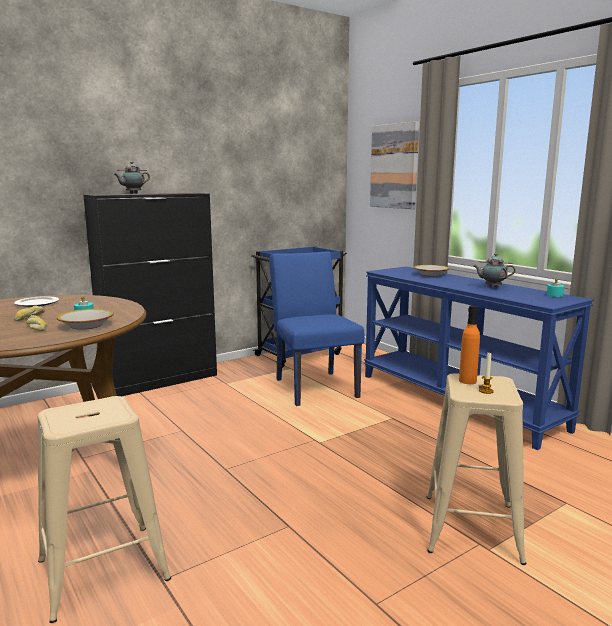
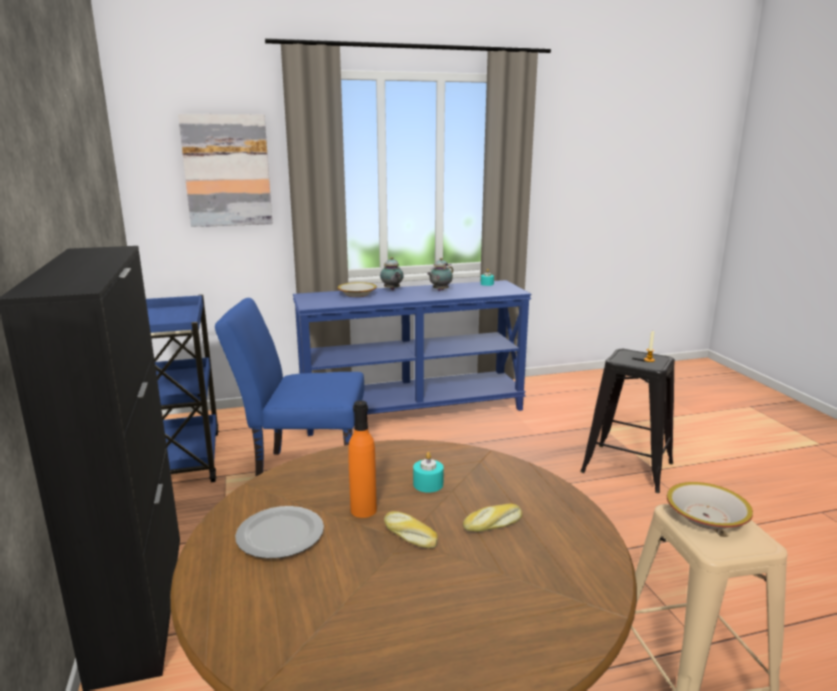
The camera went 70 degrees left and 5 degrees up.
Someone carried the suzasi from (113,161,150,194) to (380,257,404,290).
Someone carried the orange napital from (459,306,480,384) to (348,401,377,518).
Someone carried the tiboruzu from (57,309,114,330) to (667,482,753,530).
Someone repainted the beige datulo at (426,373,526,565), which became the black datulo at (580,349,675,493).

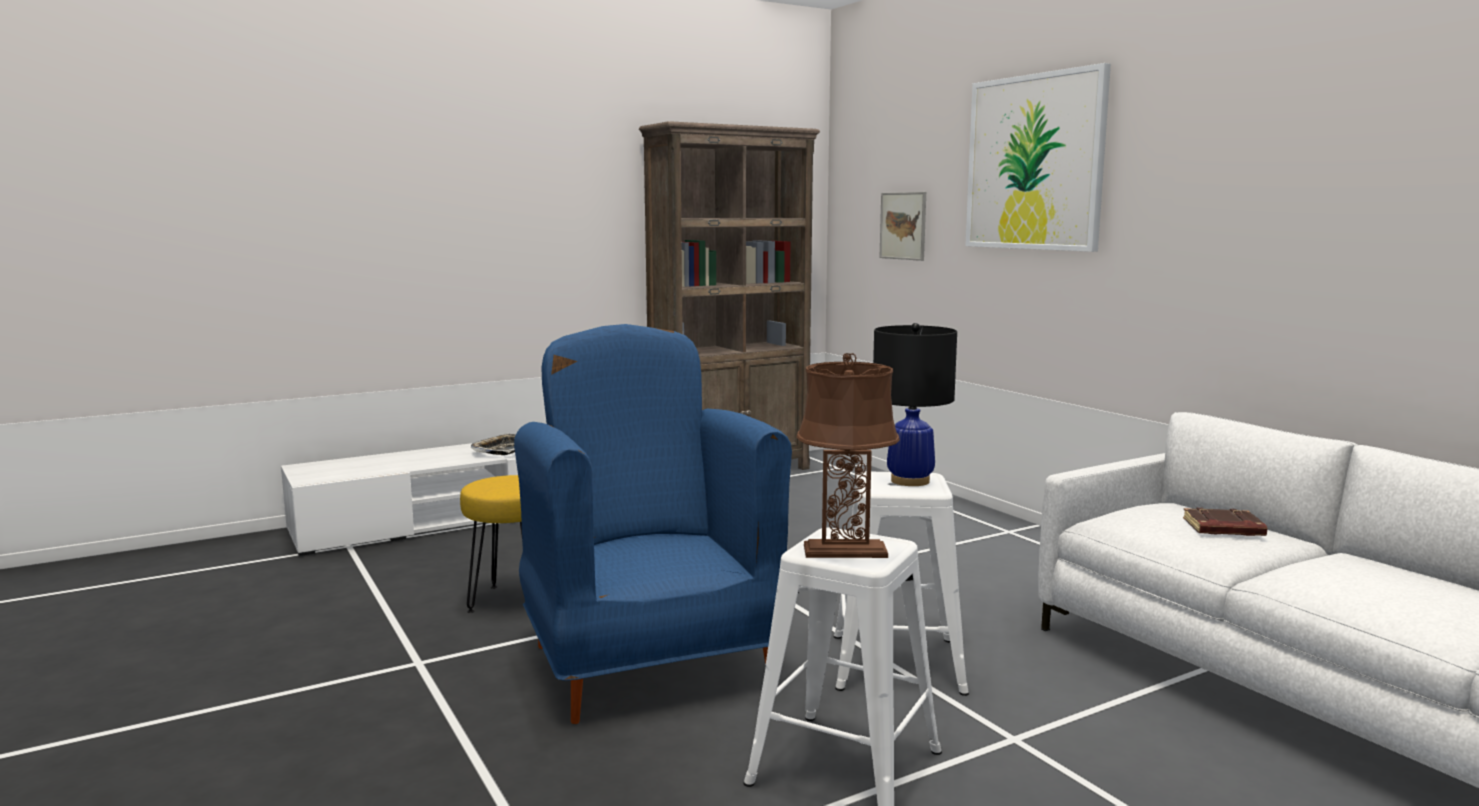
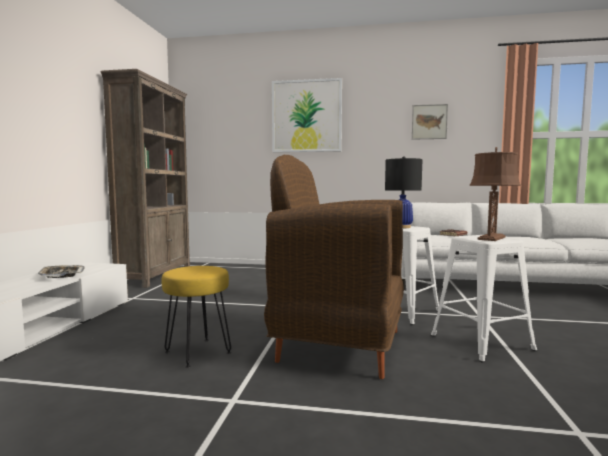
The camera went 50 degrees left and 5 degrees down.
Someone carried the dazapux from (879,192,926,261) to (412,104,448,140).
Someone repainted the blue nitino at (514,324,792,724), which became the brown nitino at (264,155,404,379).

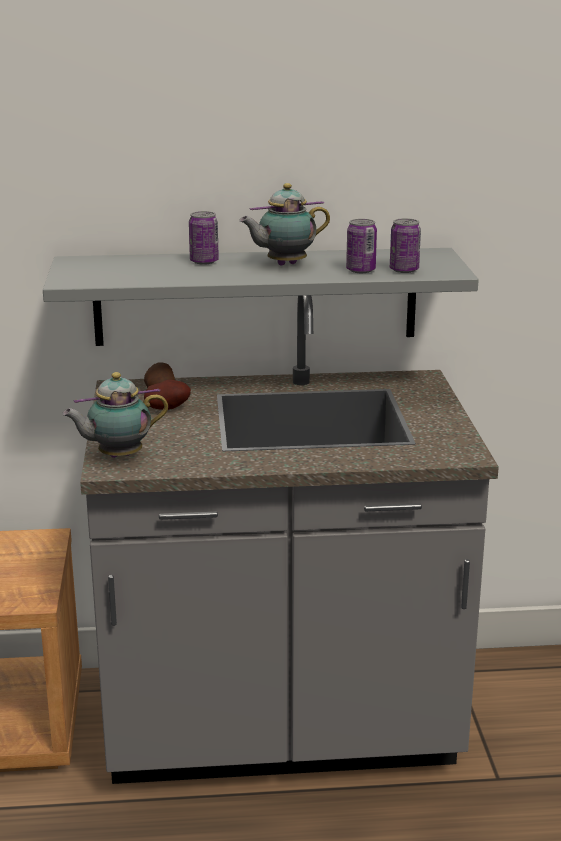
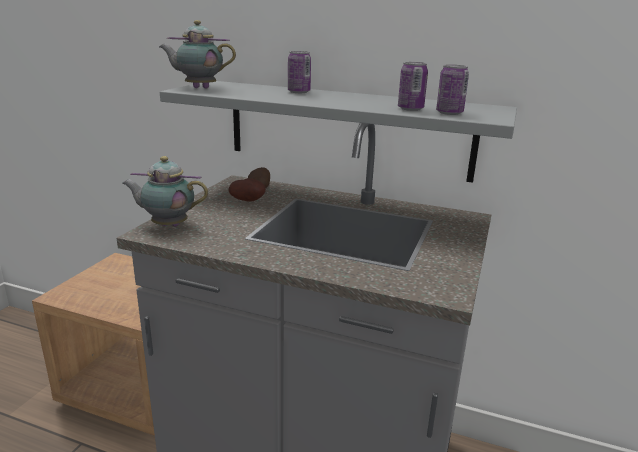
The camera went 25 degrees right and 0 degrees up.
Someone carried the suzasi from (239,183,330,266) to (159,20,236,89).

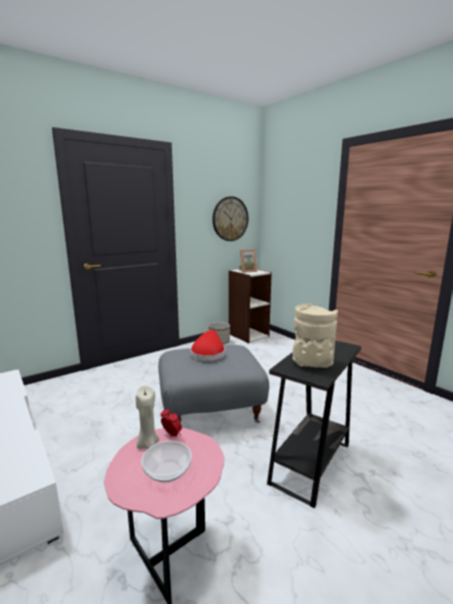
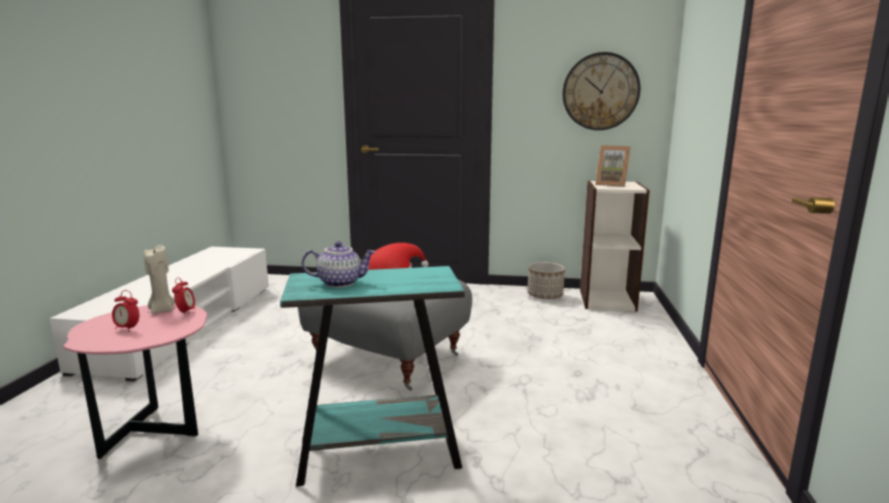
The camera went 45 degrees right and 0 degrees up.
Someone swapped the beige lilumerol at (292,304,338,368) for the suzasi at (302,241,376,288).
Someone repainted the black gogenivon at (267,341,361,508), which became the turquoise gogenivon at (280,266,465,486).
Someone swapped the tiboruzu at (141,441,192,482) for the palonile at (112,290,139,332).

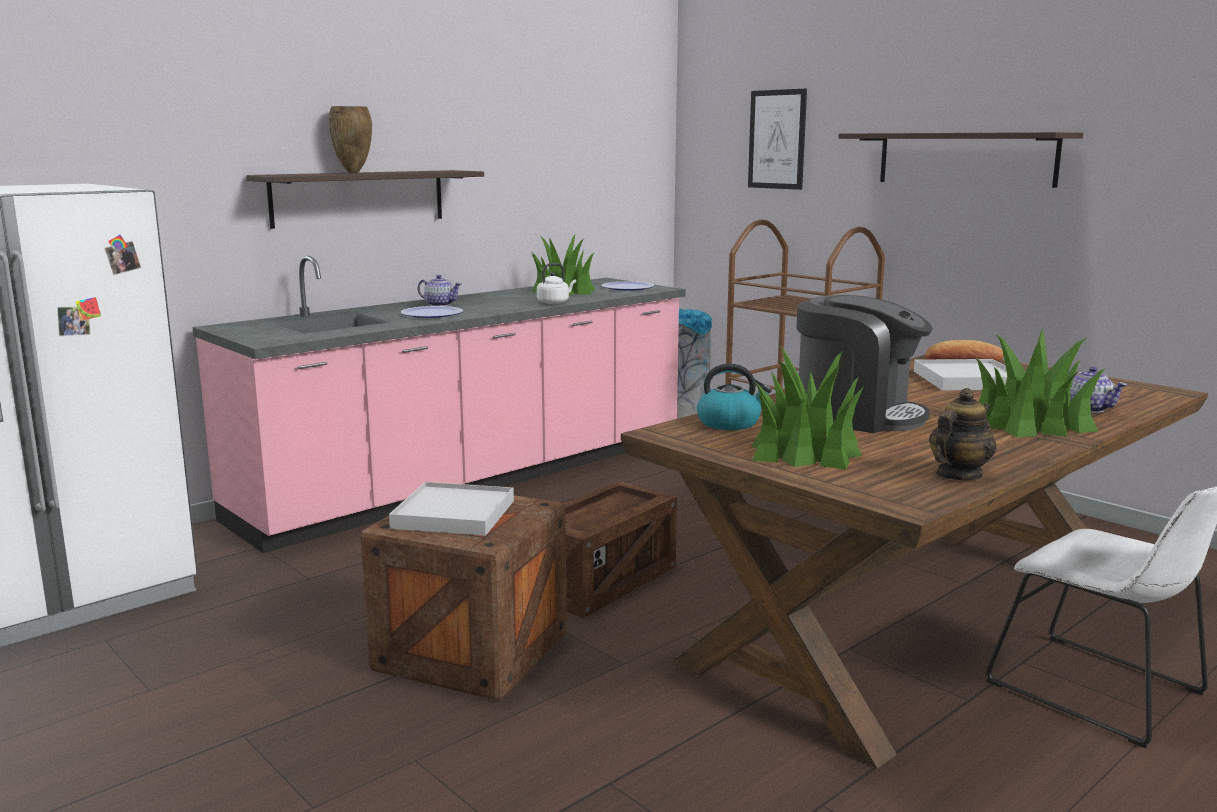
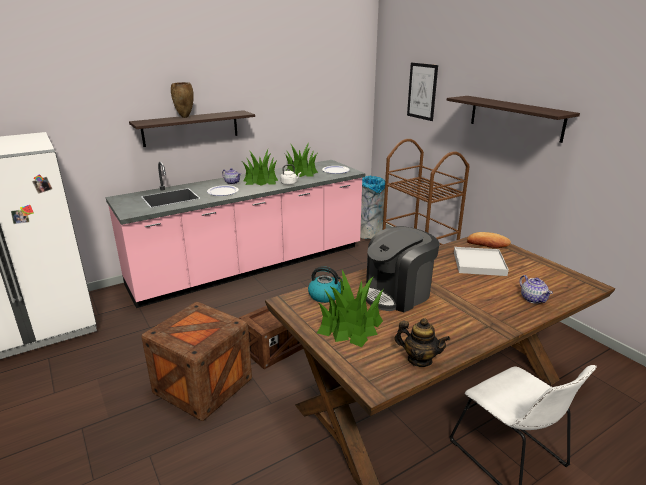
The camera went 10 degrees right and 10 degrees up.
Someone rotated the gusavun at (797,295,933,433) by 105 degrees clockwise.
Someone carried the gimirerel from (975,328,1106,437) to (243,150,278,186).
Someone rotated the suzasi at (929,388,997,480) by 60 degrees clockwise.
Someone took away the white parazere at (389,482,514,536).

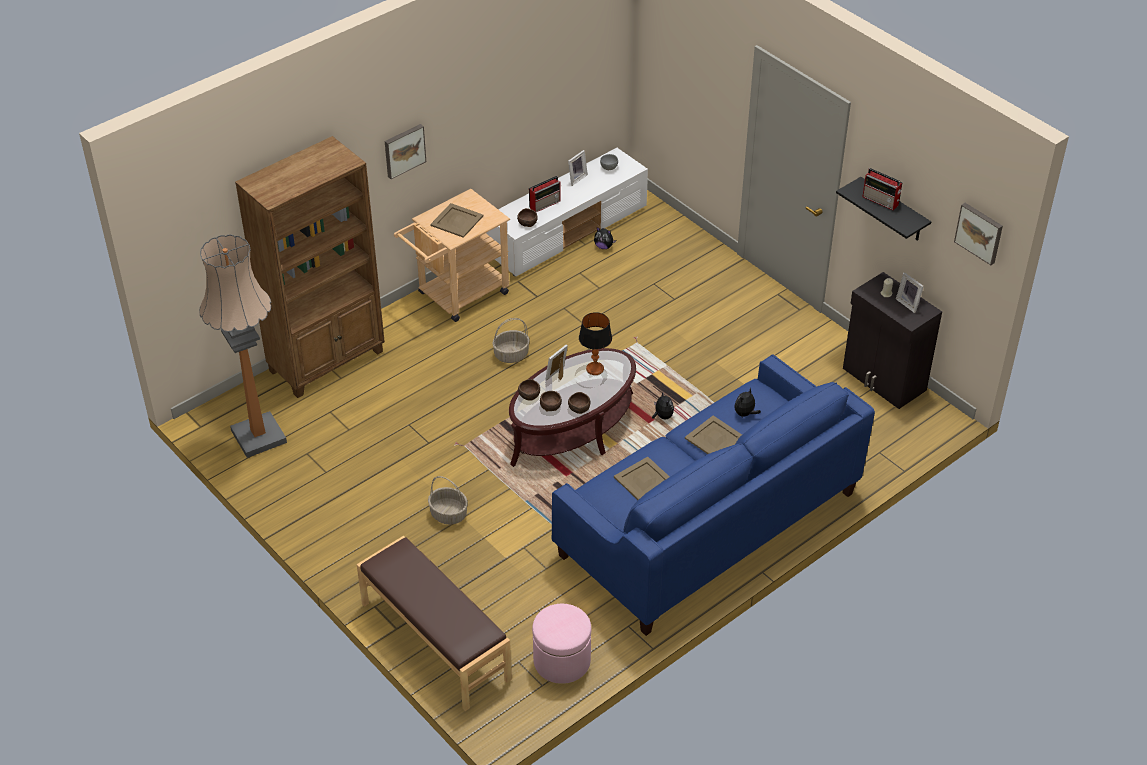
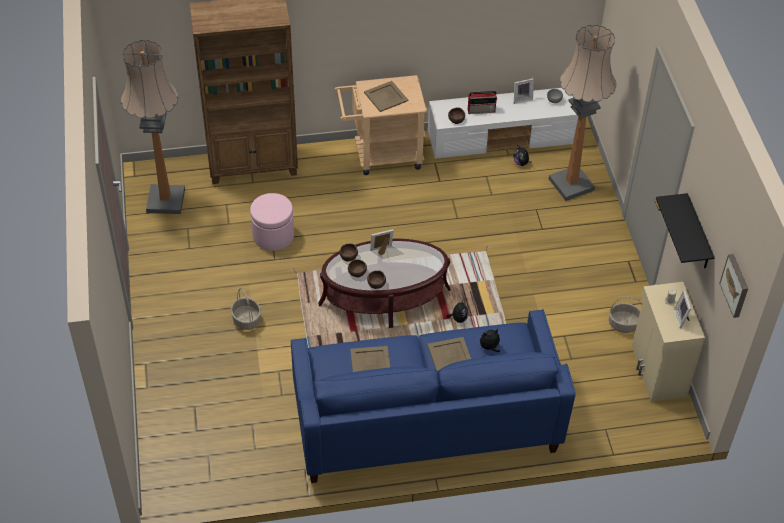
The camera went 30 degrees right and 5 degrees up.
Someone took away the dazapux at (385,124,426,179).
Someone took away the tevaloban at (862,168,903,210).
Someone repainted the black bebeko at (843,272,942,409), which became the beige bebeko at (632,282,705,401).
Someone took away the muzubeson at (579,312,612,375).
Someone carried the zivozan from (492,318,530,363) to (609,296,642,333).
Someone took away the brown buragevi at (357,536,512,711).
Someone carried the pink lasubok from (532,604,591,684) to (250,193,294,251).
Someone put down the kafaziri at (549,25,616,201).

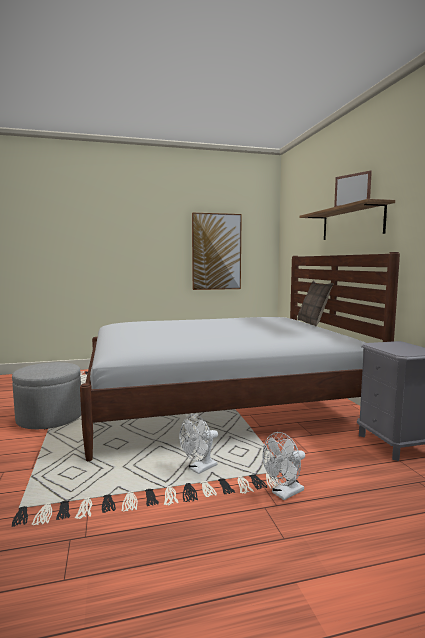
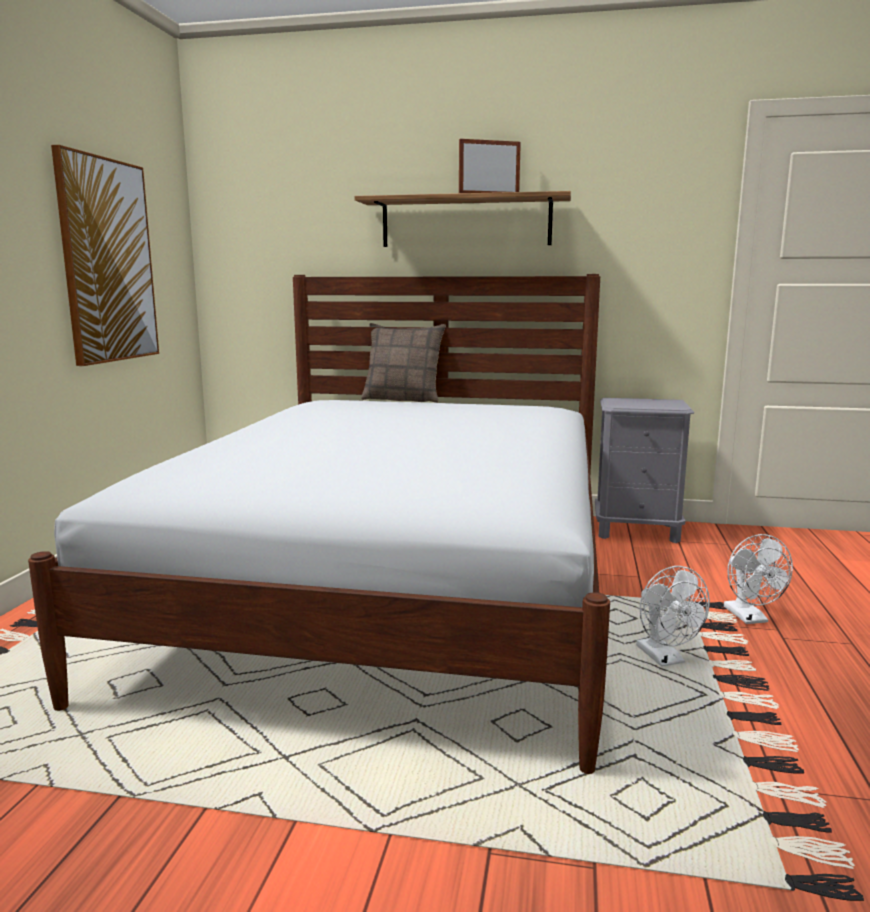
The camera went 65 degrees left and 5 degrees up.
Someone took away the grey lasubok at (12,362,81,429).

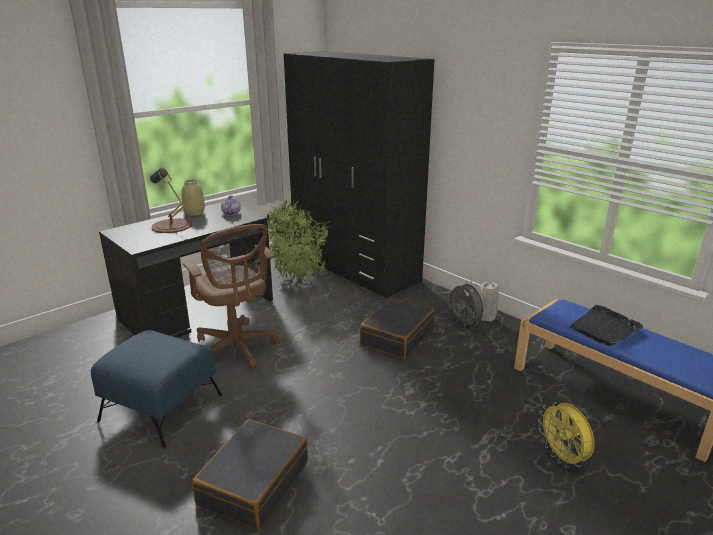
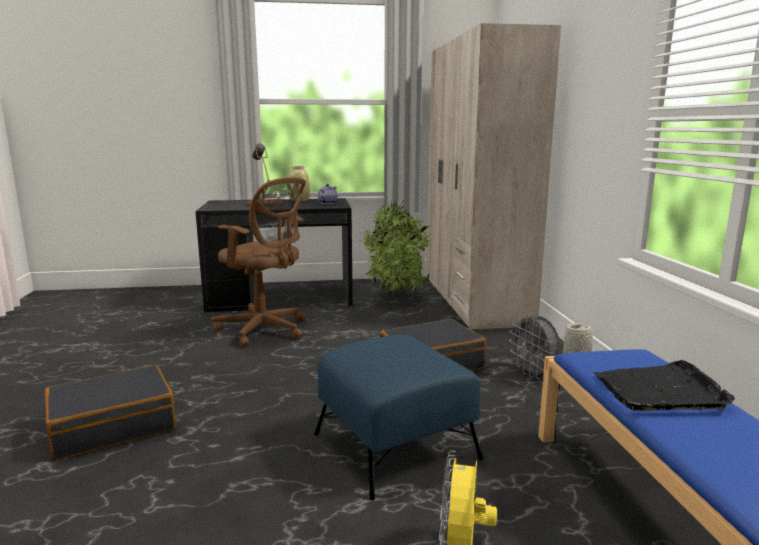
The camera went 35 degrees right and 10 degrees down.
Someone repainted the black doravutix at (284,51,435,298), which became the beige doravutix at (427,23,561,330).
Someone rotated the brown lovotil at (182,224,281,369) by 60 degrees counterclockwise.
Someone rotated the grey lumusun at (451,281,487,325) by 150 degrees clockwise.
Someone carried the blue lasubok from (91,330,222,448) to (314,335,483,501).

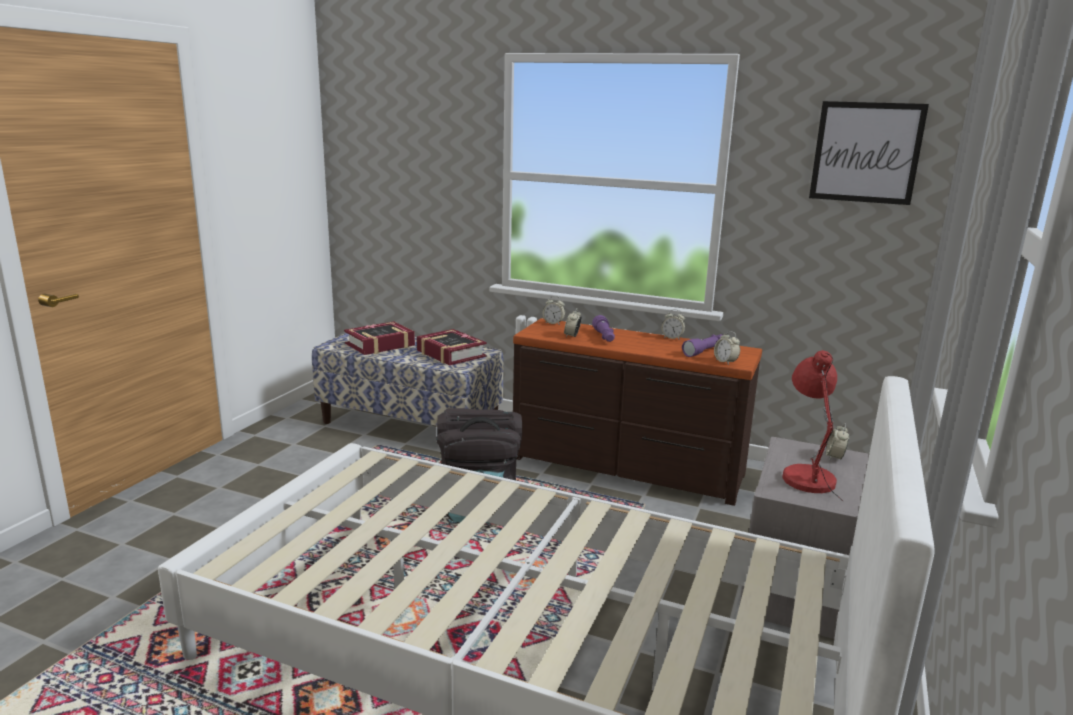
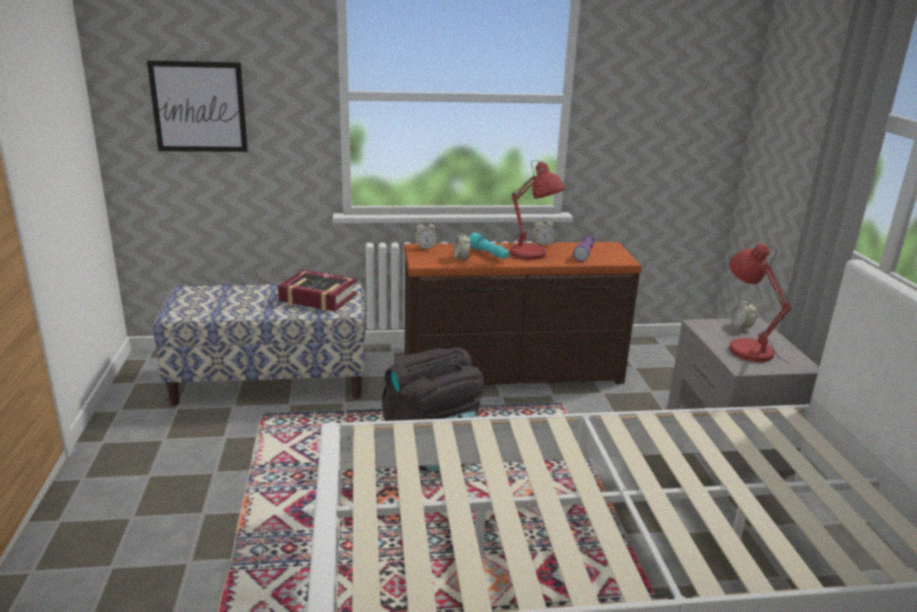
The camera went 30 degrees left and 5 degrees up.
Someone carried the dazapux from (809,101,929,205) to (147,60,248,152).
Someone repainted the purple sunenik at (592,315,615,342), which became the turquoise sunenik at (469,233,509,259).
Someone took away the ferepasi at (344,321,415,355).
Someone took away the palonile at (714,331,740,365).
Someone put down the red muzubeson at (505,160,565,260).

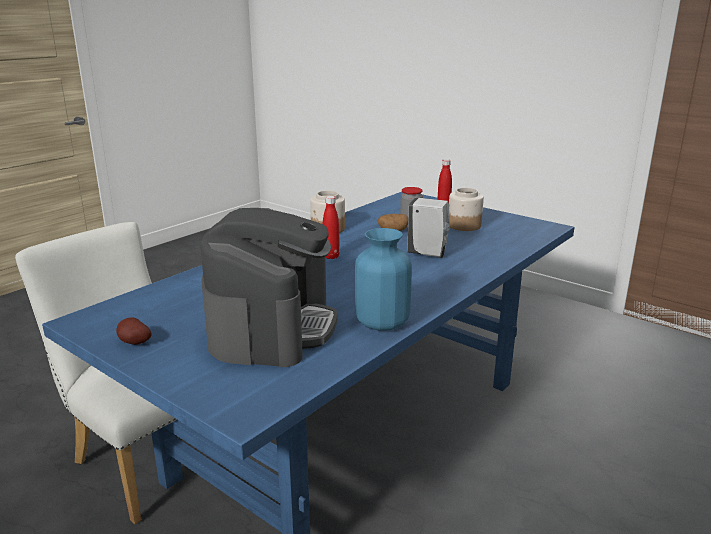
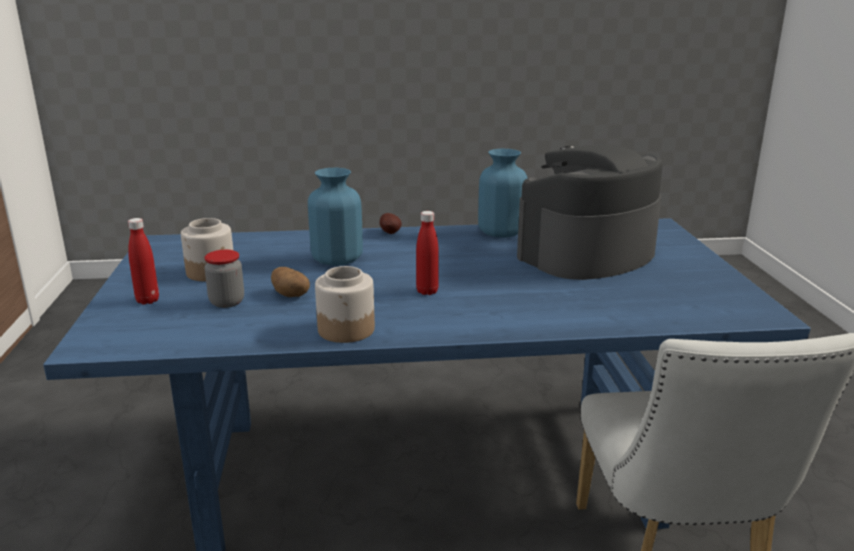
The camera went 135 degrees left and 0 degrees up.
Someone swapped the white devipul at (407,198,450,258) for the blue lilumerol at (308,168,363,266).
Someone carried the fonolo from (116,317,152,345) to (380,213,402,234).

